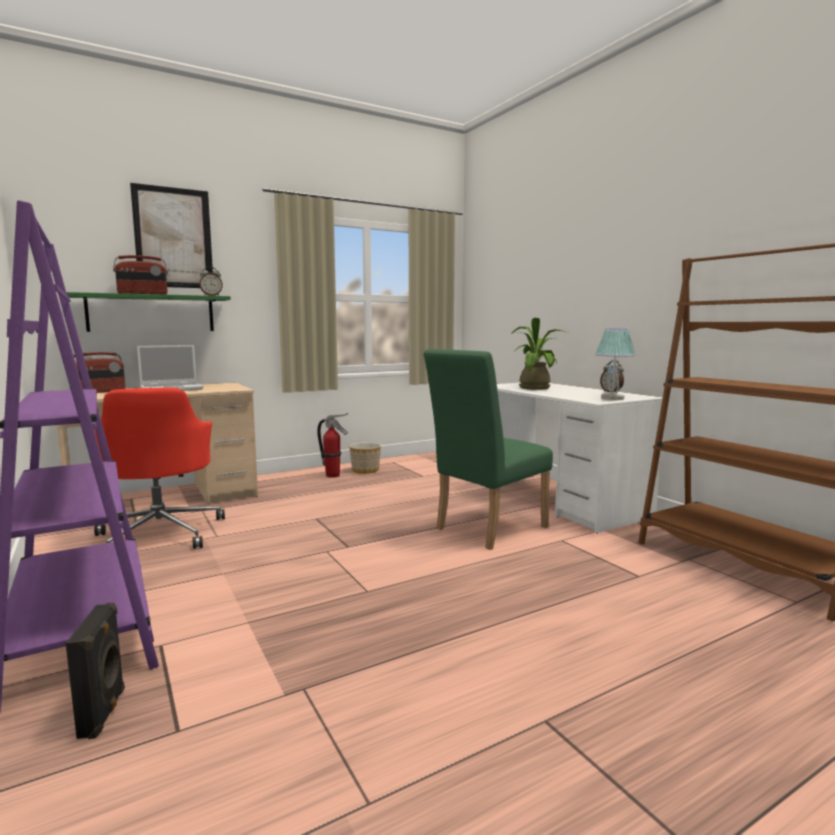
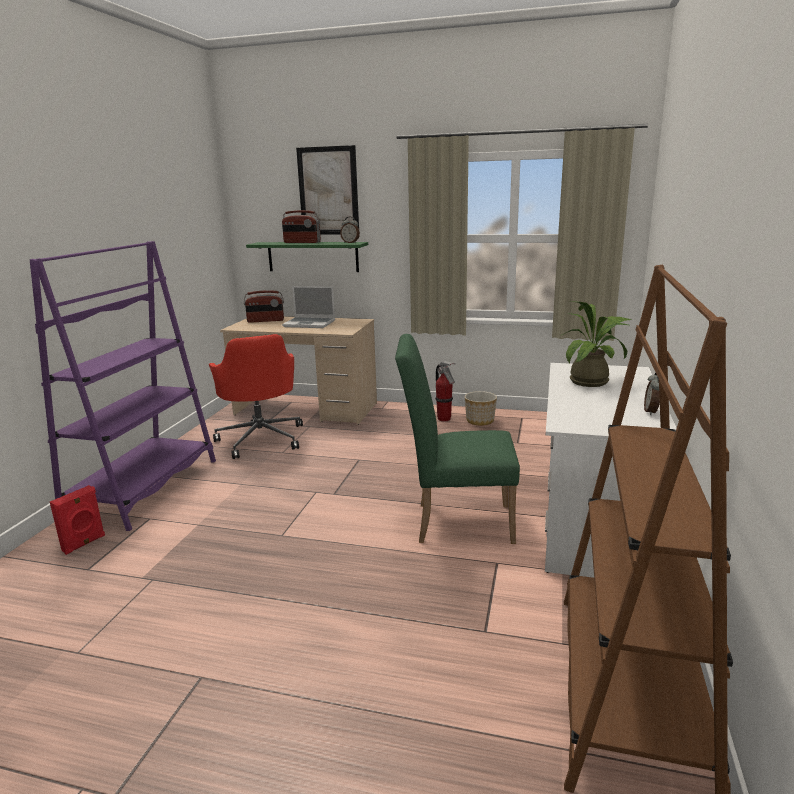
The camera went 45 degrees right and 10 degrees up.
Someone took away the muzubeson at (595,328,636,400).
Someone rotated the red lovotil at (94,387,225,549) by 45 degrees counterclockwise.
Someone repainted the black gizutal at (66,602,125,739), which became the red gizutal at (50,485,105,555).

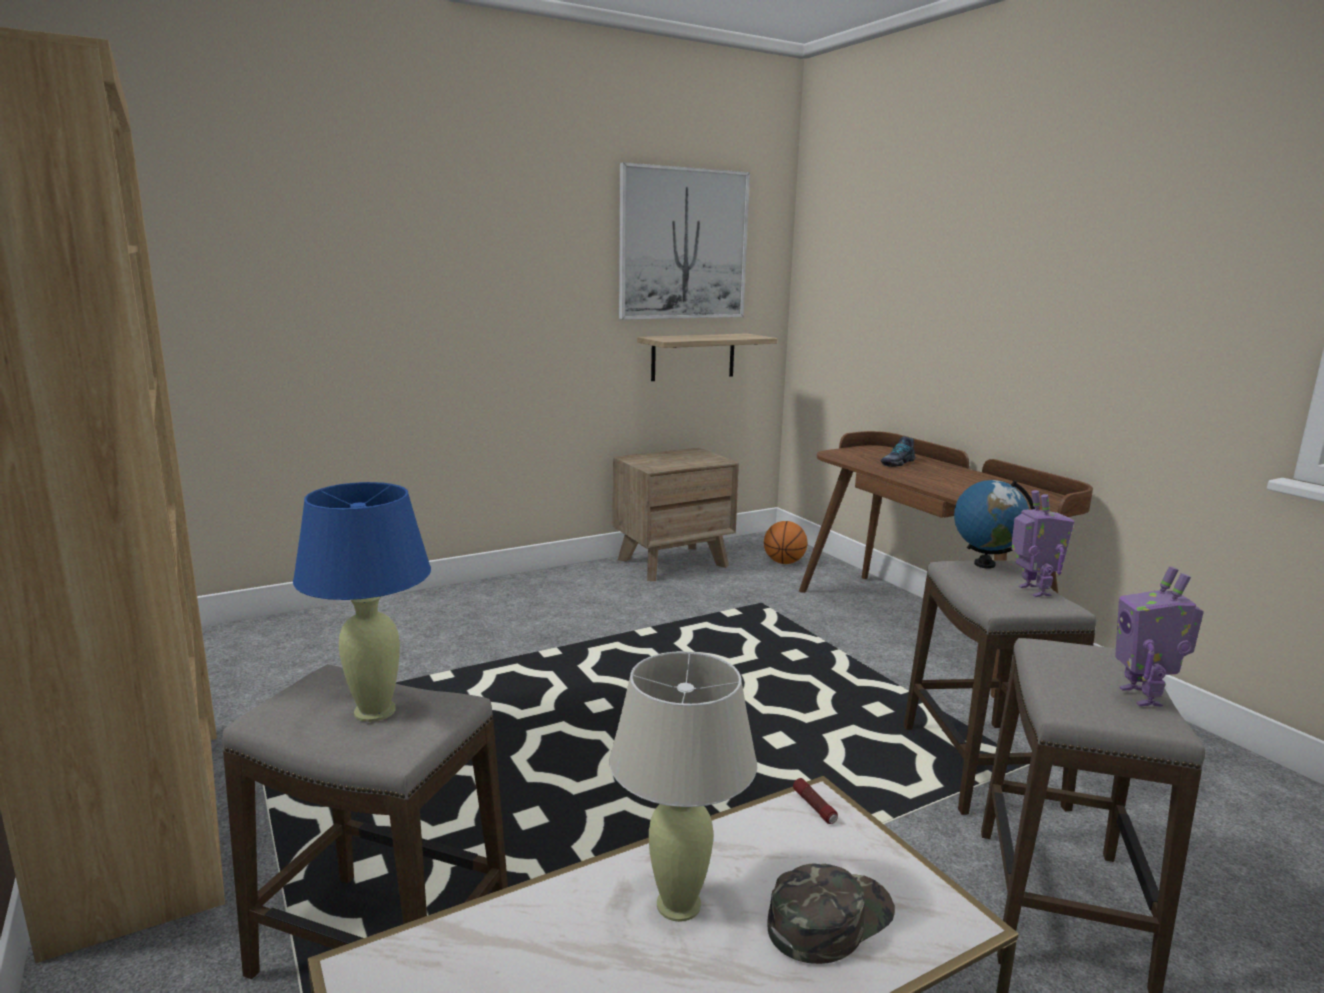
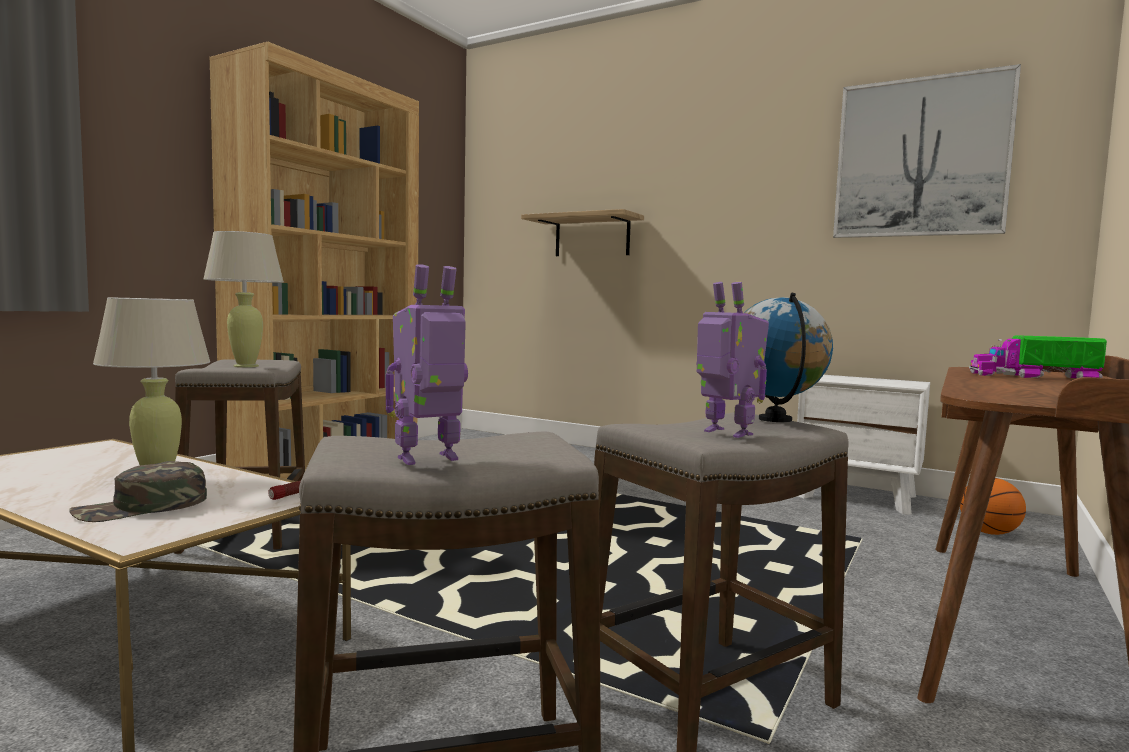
The camera went 60 degrees right and 10 degrees down.
Someone carried the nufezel from (637,333,777,381) to (521,209,644,256).
Someone swapped the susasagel at (881,436,915,467) for the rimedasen at (969,336,1107,378).
Someone repainted the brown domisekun at (613,448,739,581), which became the white domisekun at (797,375,930,514).
Someone repainted the blue muzubeson at (293,482,431,722), which became the beige muzubeson at (203,231,284,368).
Someone rotated the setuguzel at (1011,490,1074,597) by 90 degrees counterclockwise.
Someone rotated the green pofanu at (767,864,895,964) by 120 degrees clockwise.

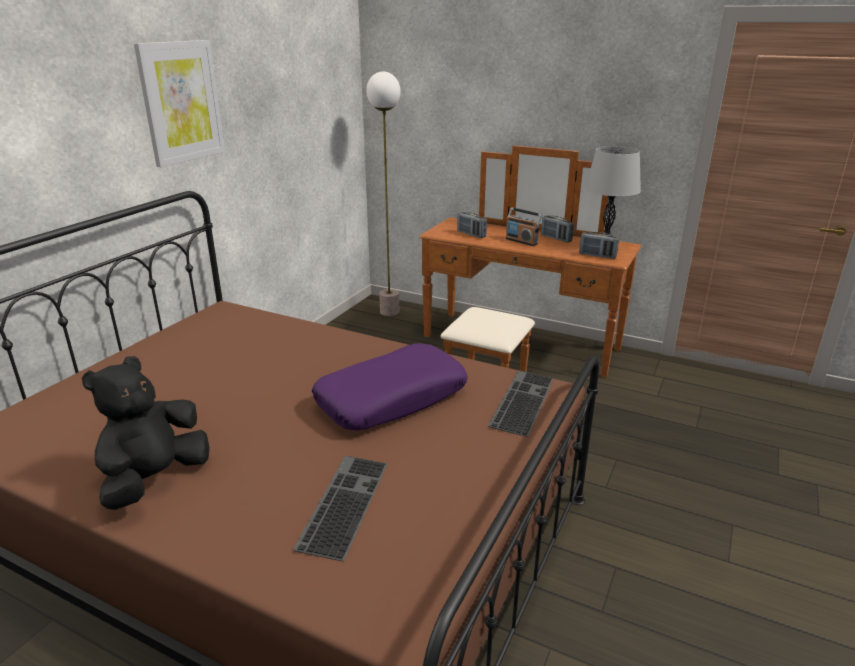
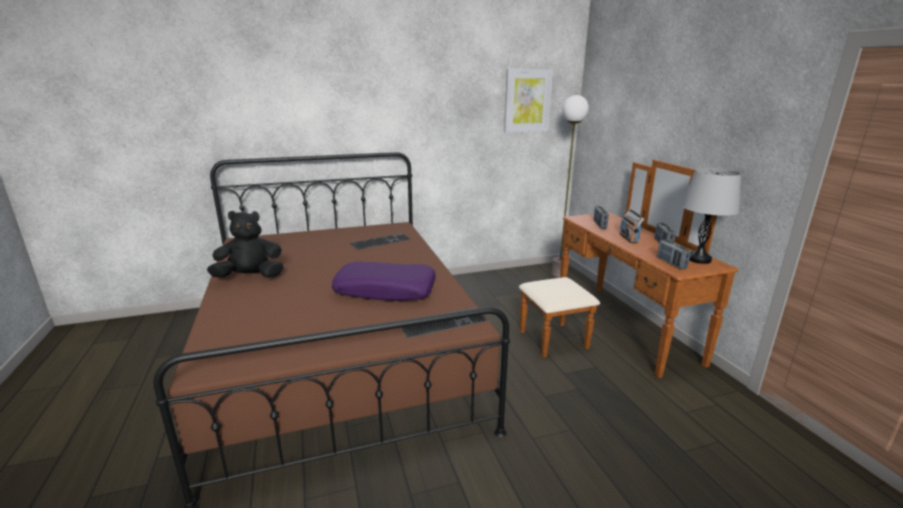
The camera went 45 degrees right and 5 degrees down.
Someone carried the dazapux from (134,40,225,167) to (504,69,553,133).
Someone carried the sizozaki from (293,456,388,561) to (350,233,411,250).

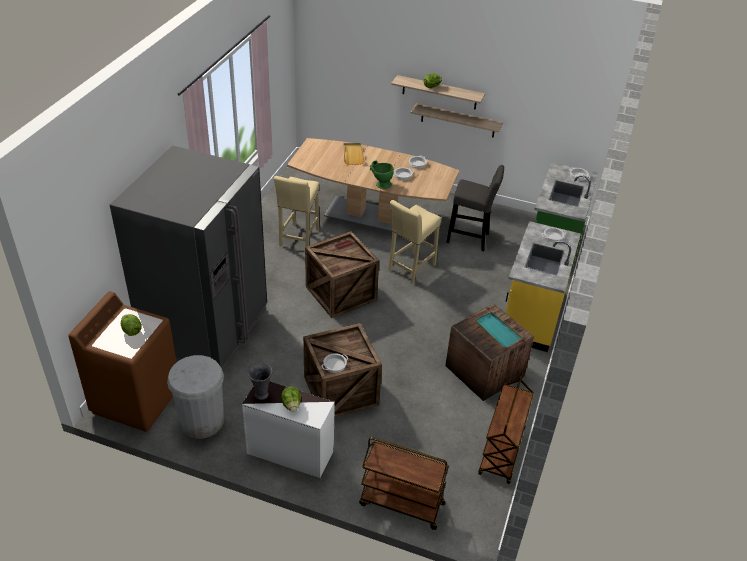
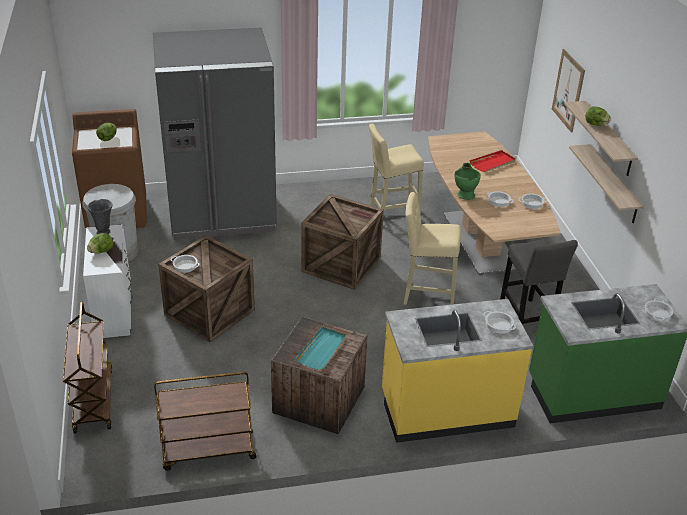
The camera went 60 degrees right and 5 degrees down.
Someone repainted the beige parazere at (344,143,365,165), which became the red parazere at (469,150,516,172).
Someone put up the dazapux at (552,49,585,133).

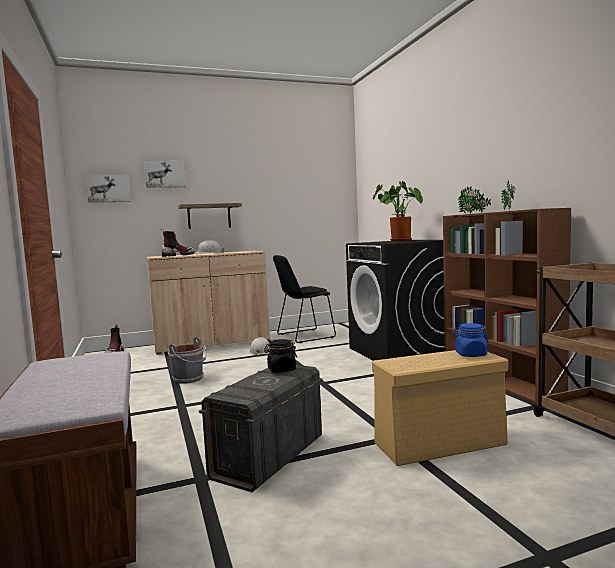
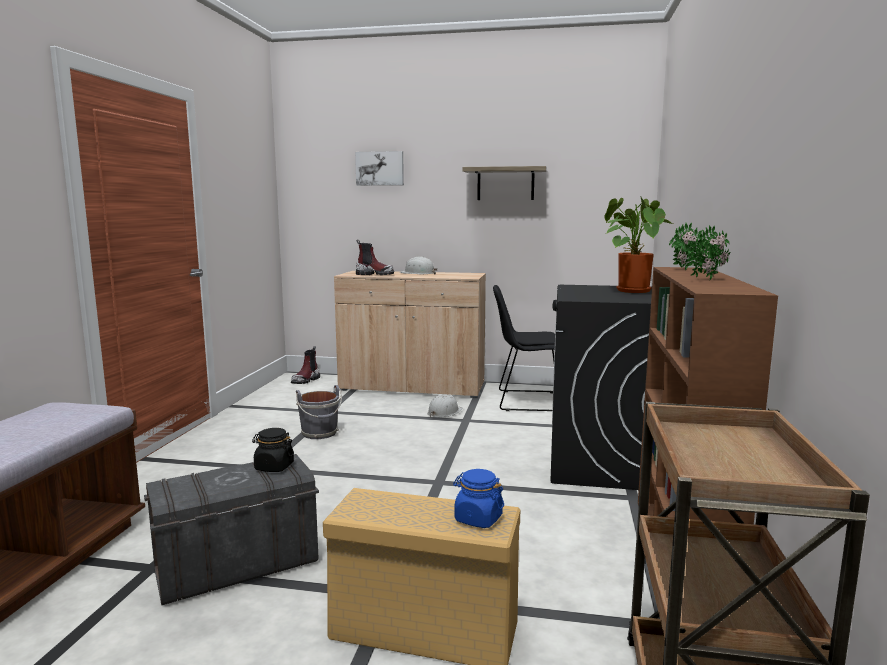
The camera went 30 degrees right and 5 degrees up.
Someone took away the dazapux at (86,174,131,203).
Someone carried the nufezel from (178,203,242,229) to (462,166,547,200).

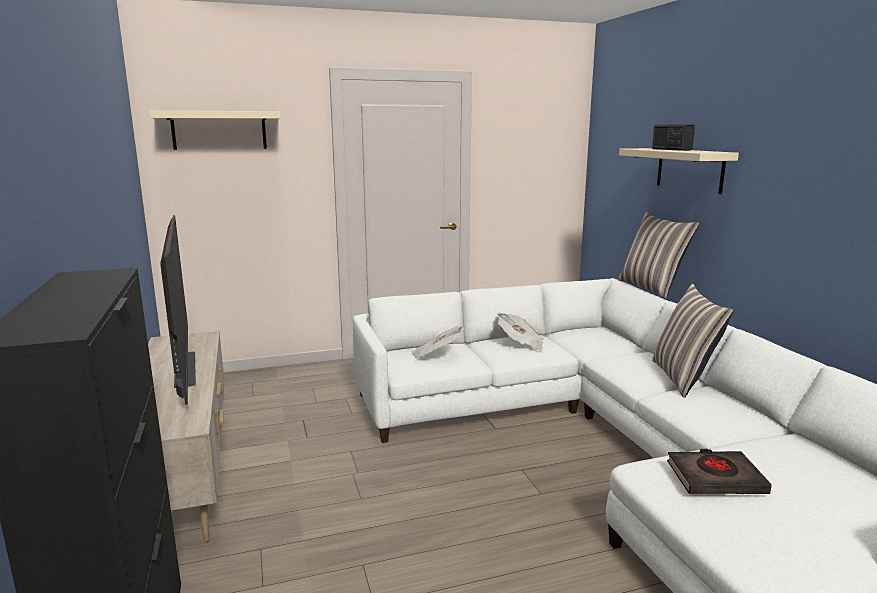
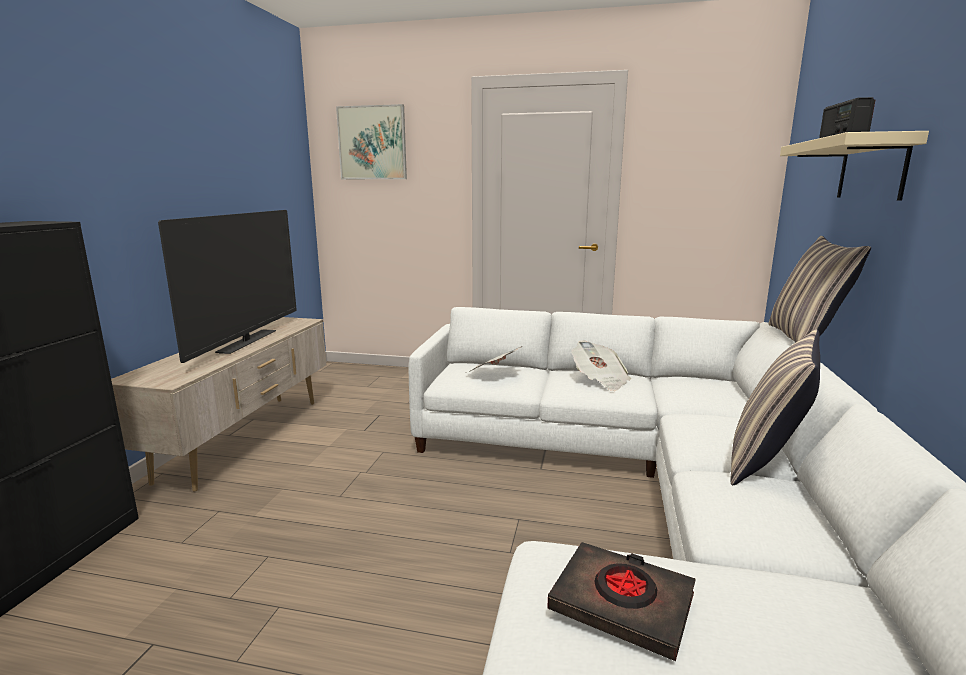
The camera went 30 degrees right and 0 degrees up.
Someone swapped the beige nufezel at (149,110,281,150) for the dazapux at (336,104,407,179).

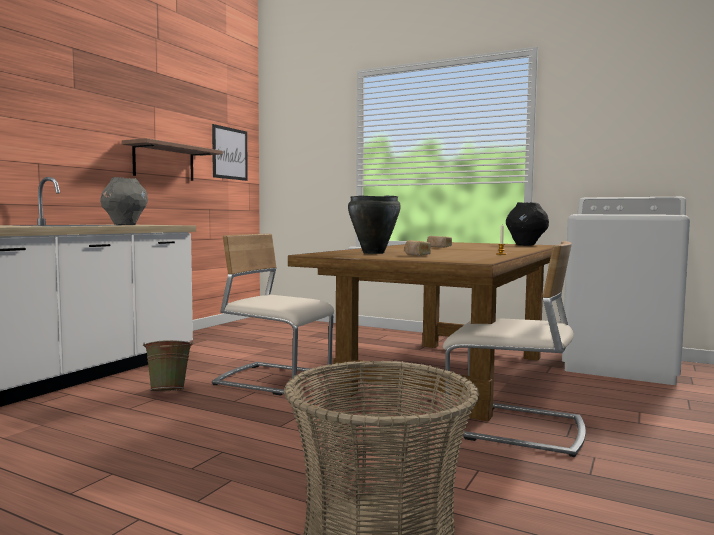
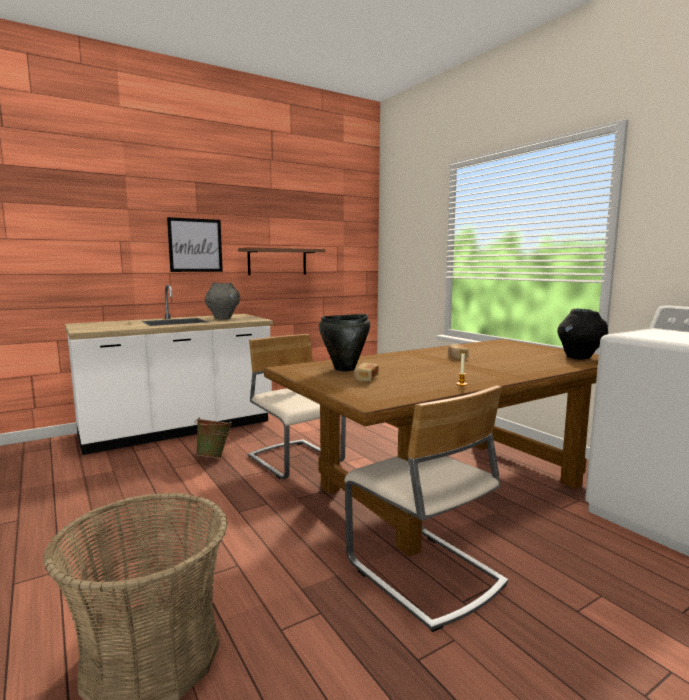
The camera went 30 degrees right and 5 degrees up.
Someone carried the dazapux from (212,124,248,181) to (167,217,223,272).

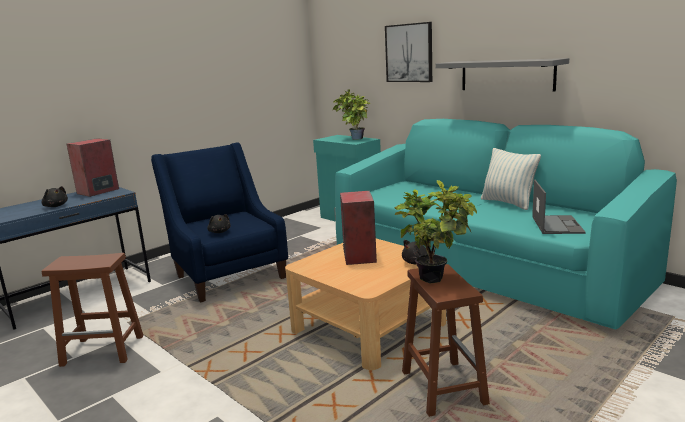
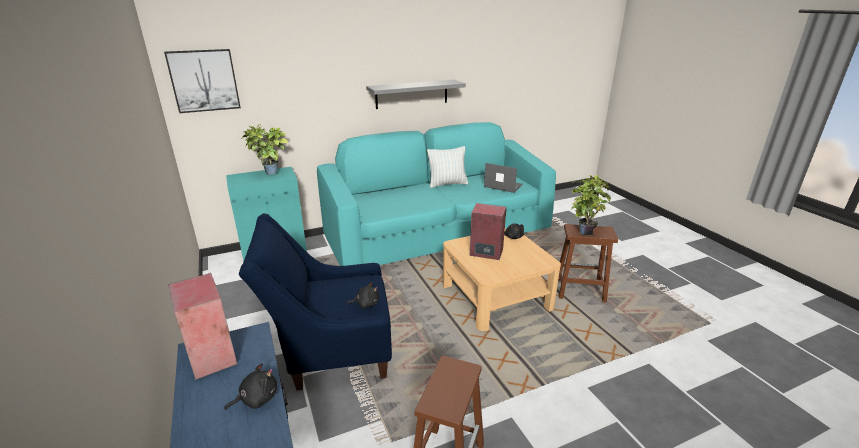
The camera went 70 degrees left and 10 degrees up.
Someone carried the dazapux from (385,22,432,82) to (164,49,241,113).

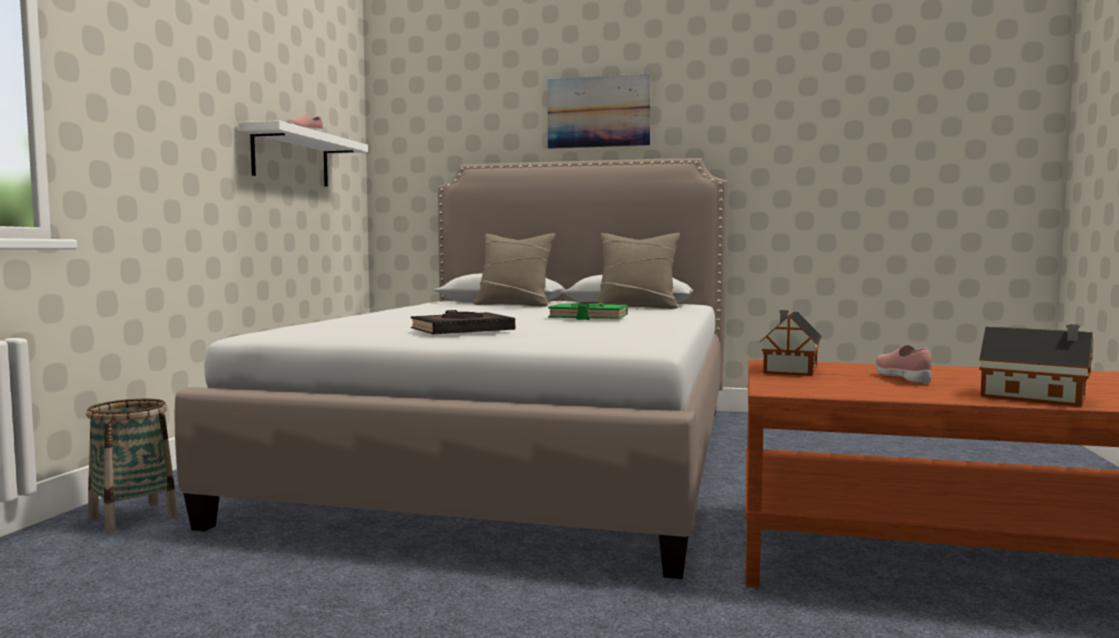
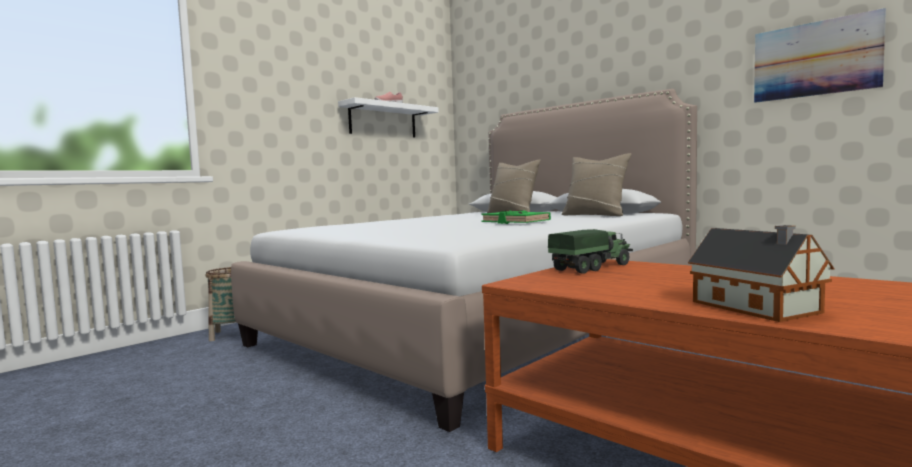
The camera went 30 degrees right and 0 degrees up.
Someone carried the dazapux from (548,73,651,149) to (754,8,886,103).
Someone took away the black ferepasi at (411,310,515,334).
Someone swapped the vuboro at (760,310,822,376) for the rimedasen at (548,229,633,274).
Someone took away the pink susasagel at (875,345,932,383).

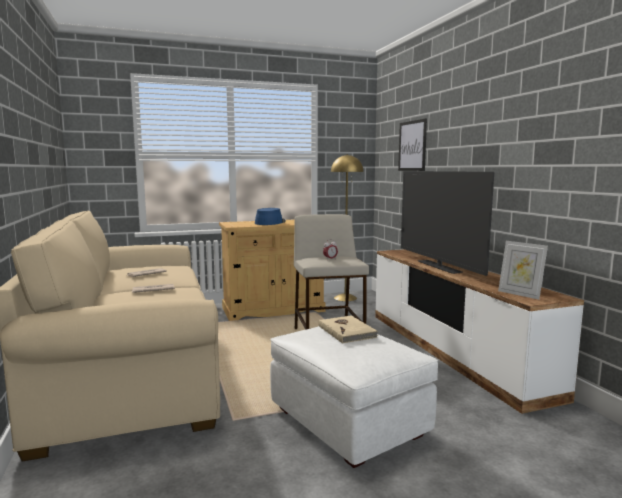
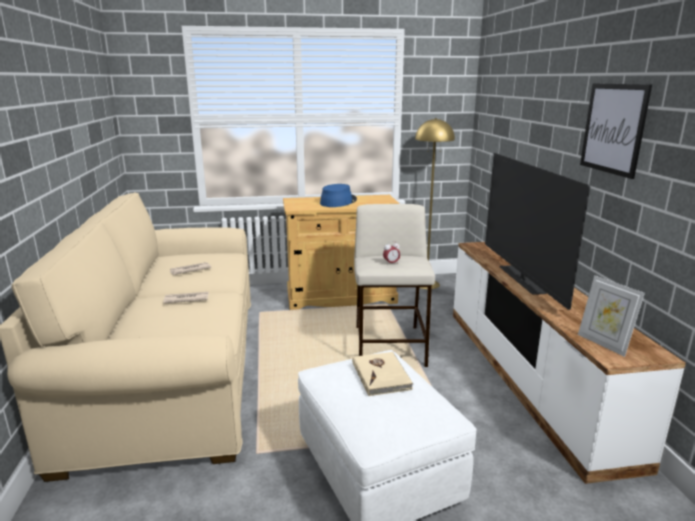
The camera went 10 degrees right and 10 degrees up.
Someone carried the dazapux from (398,118,427,171) to (580,83,652,179).

